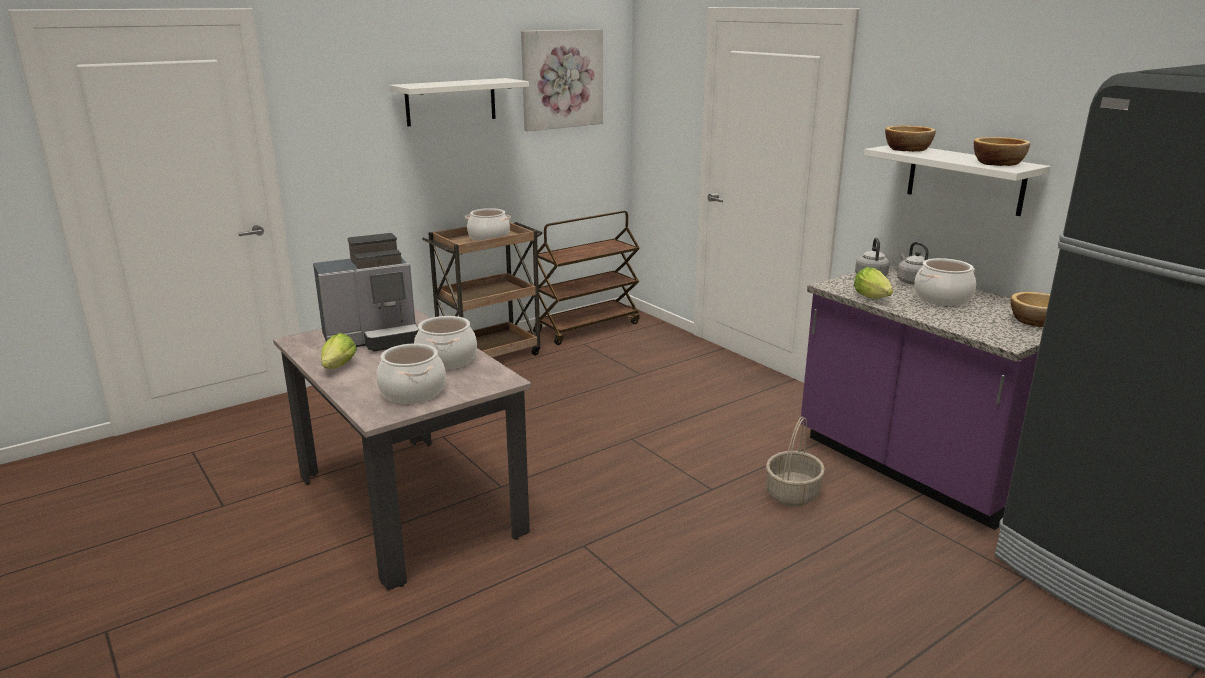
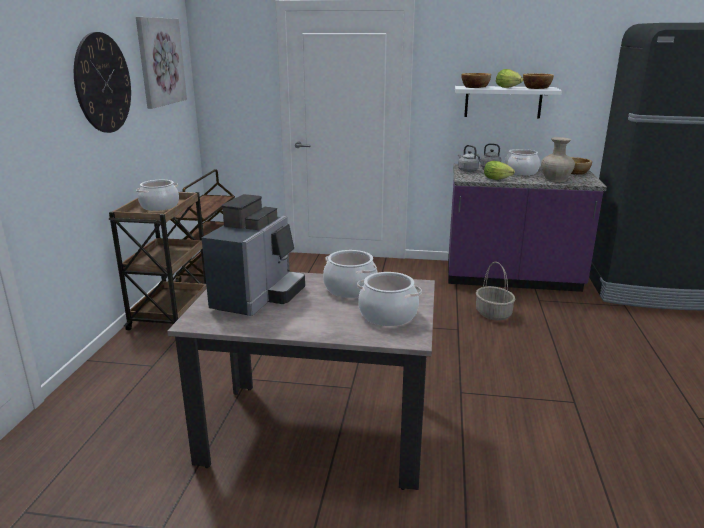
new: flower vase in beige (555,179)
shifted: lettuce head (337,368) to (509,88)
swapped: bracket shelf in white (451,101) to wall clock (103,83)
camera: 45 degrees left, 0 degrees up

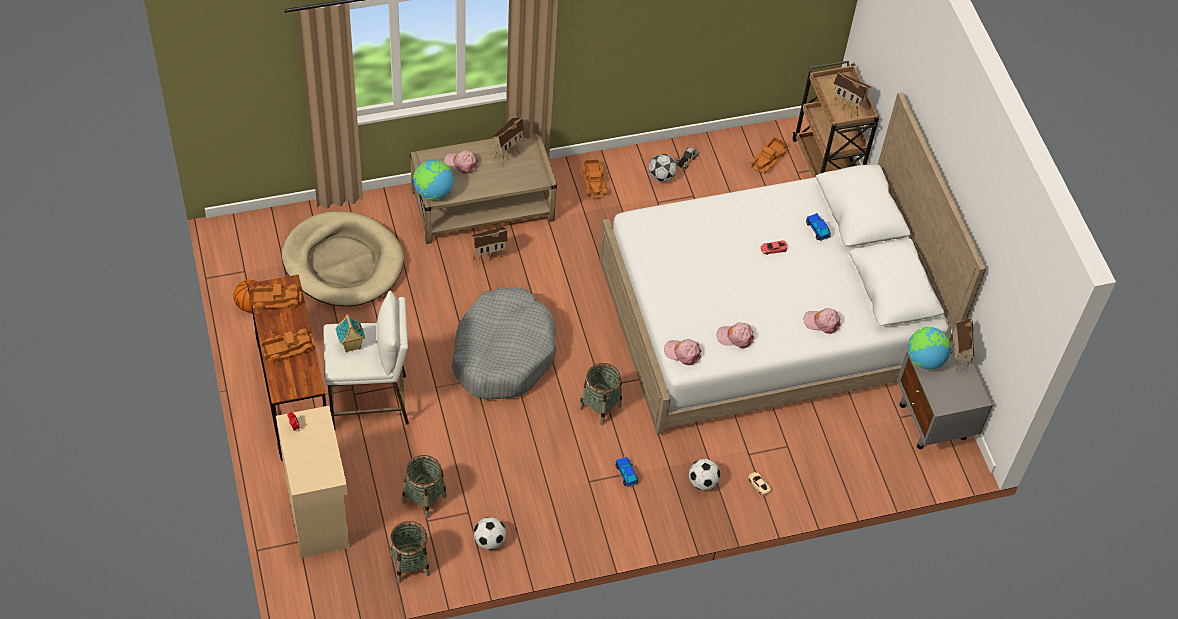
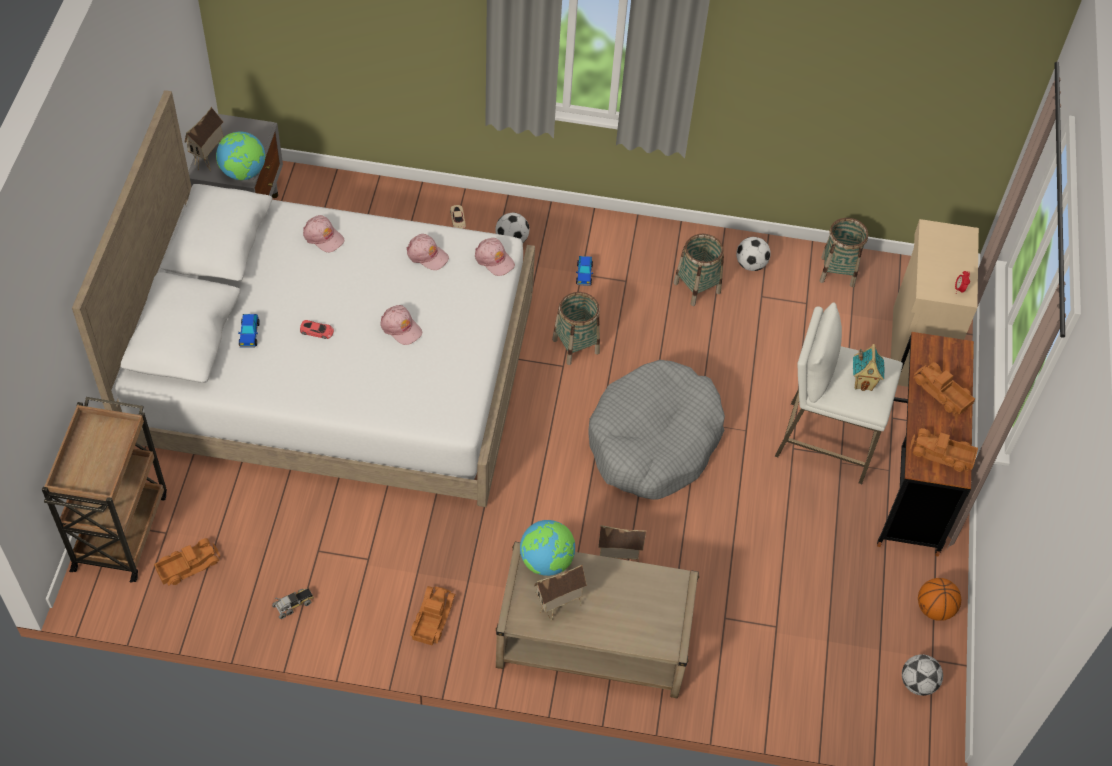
gone: dog cushion in beige (343,262); toy house (846,108)
shifted: basket (424,499) to (697,287); globe (433,192) to (546,561); baseball cap in pinkish (461,163) to (401,328); football (661,176) to (917,683)
rotated: toy truck (287,348) = (941,393) 45 degrees clockwise
camera: 155 degrees left, 0 degrees up

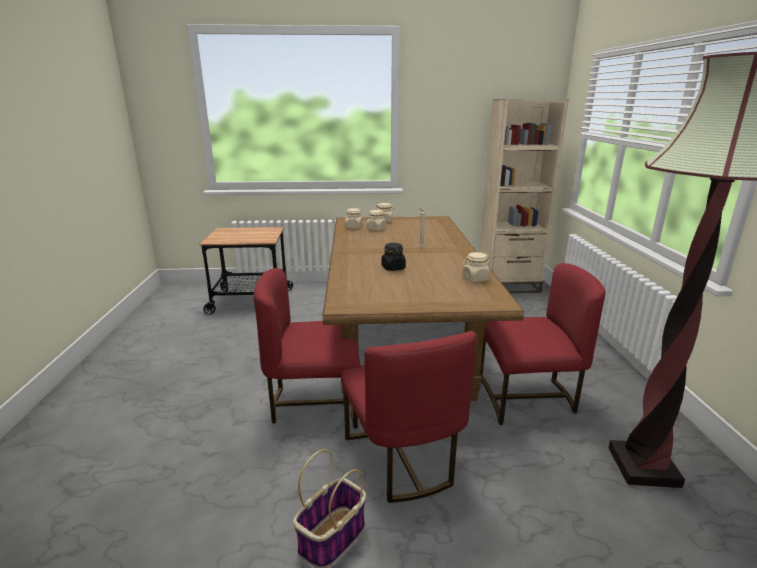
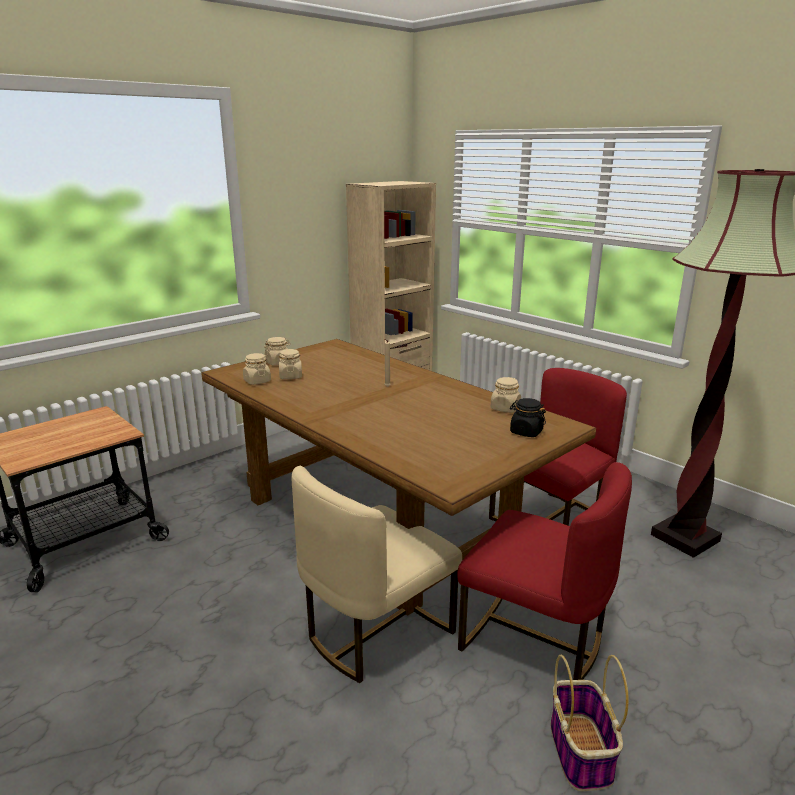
shifted: preserve jar in blackish (393,268) to (526,432)
repainted: upright chair in reddish (315,403) to upright chair in beige (375,631)
camera: 40 degrees left, 0 degrees up

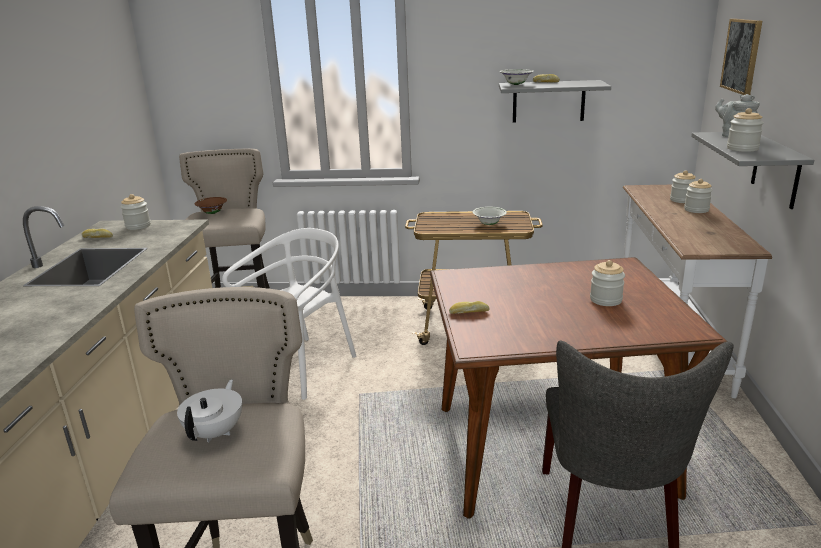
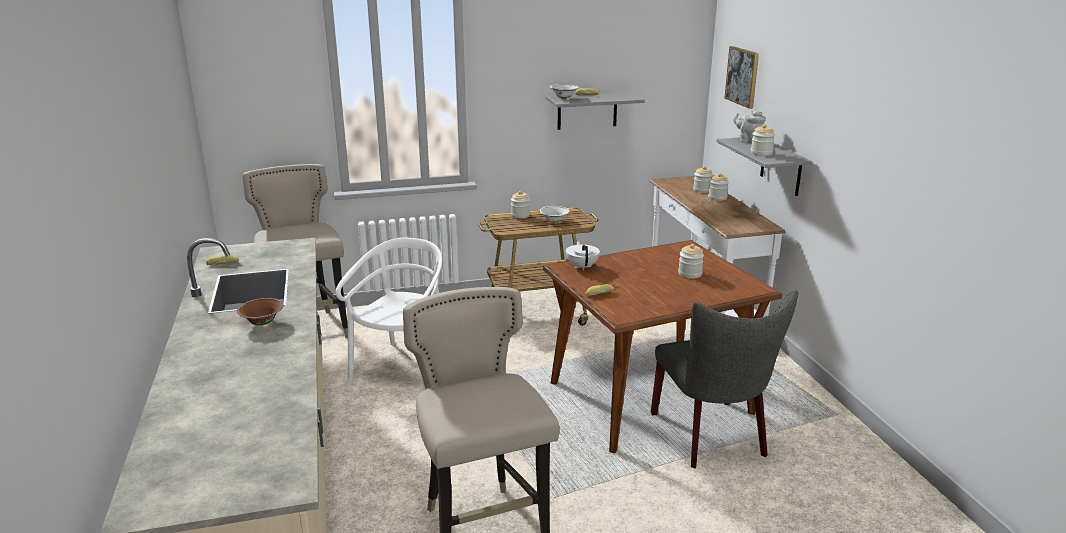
shifted: preserve jar (138,226) to (520,215); pot for tea in white (216,432) to (582,267); deep dish in brownish (212,213) to (262,323)
camera: 20 degrees left, 0 degrees up

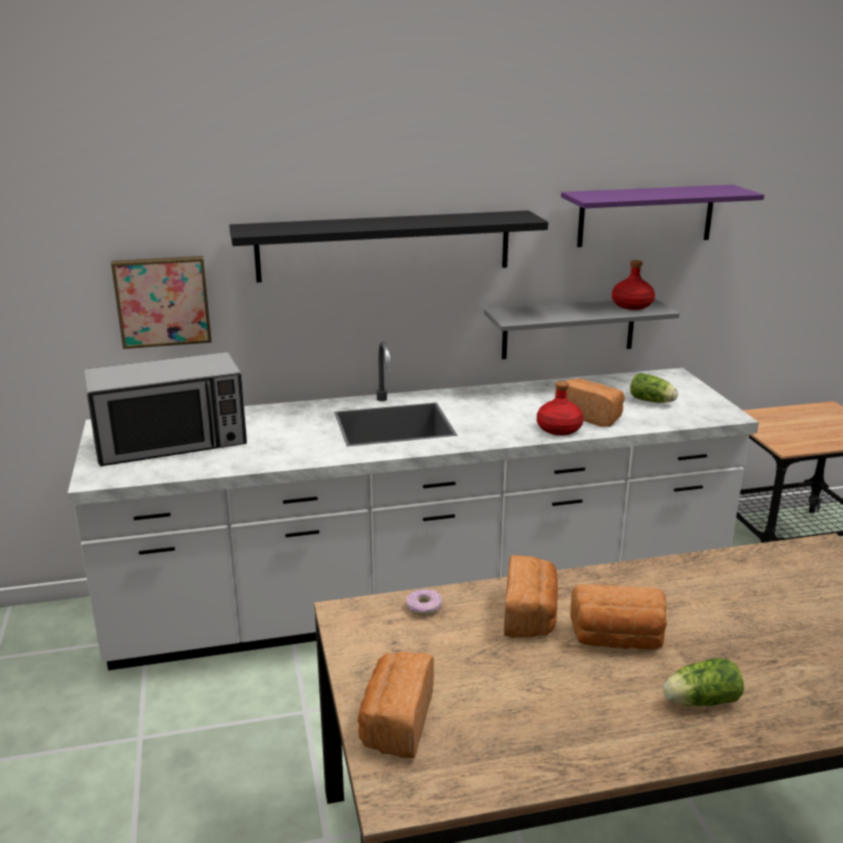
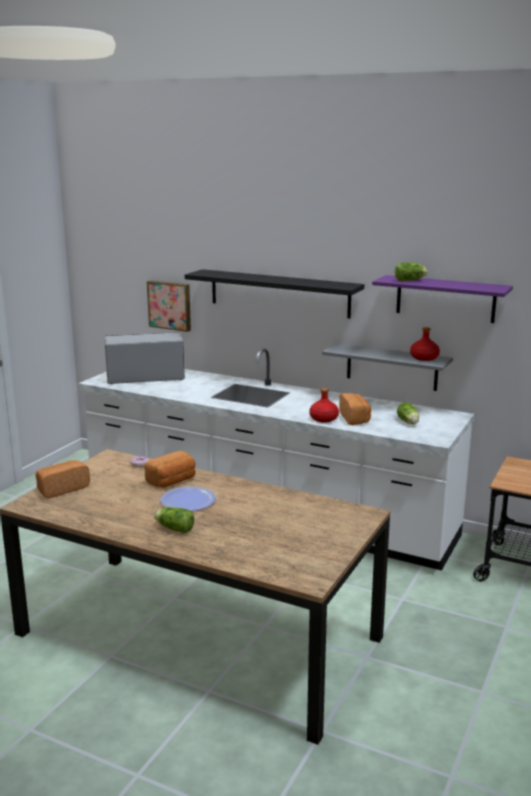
new: lettuce head (411,280)
swapped: bread (617,639) to flat dish (188,500)
rotated: microwave oven (171,443) = (145,377) 150 degrees clockwise
camera: 40 degrees right, 5 degrees down

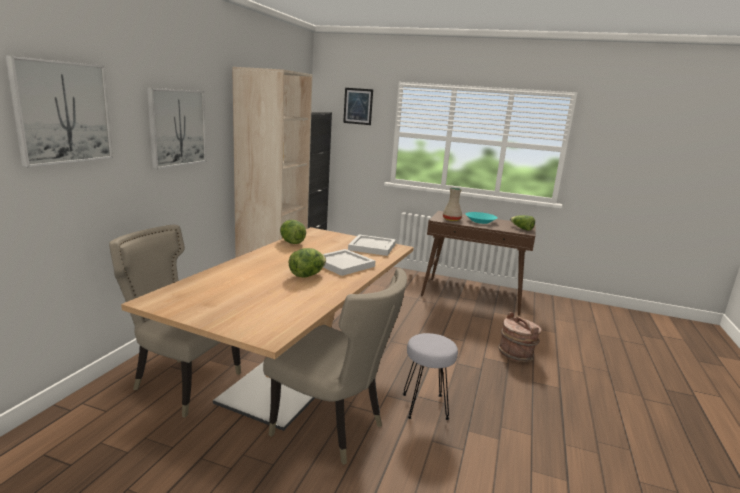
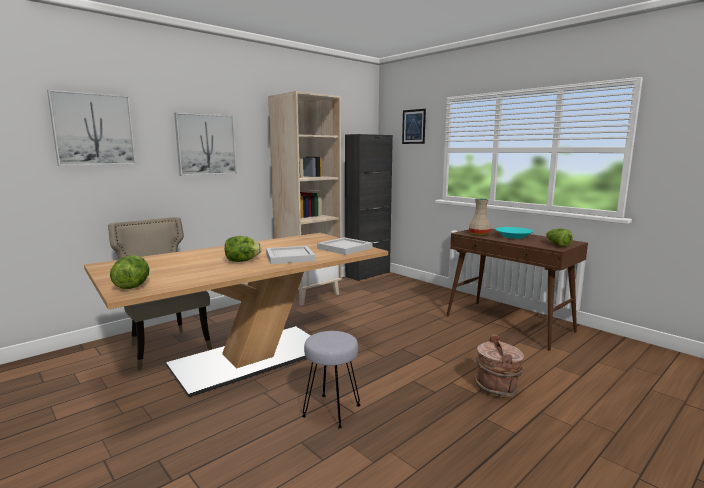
gone: upright chair in beige (333,429)
shifted: lettuce head (292,242) to (132,286)
camera: 30 degrees right, 5 degrees down

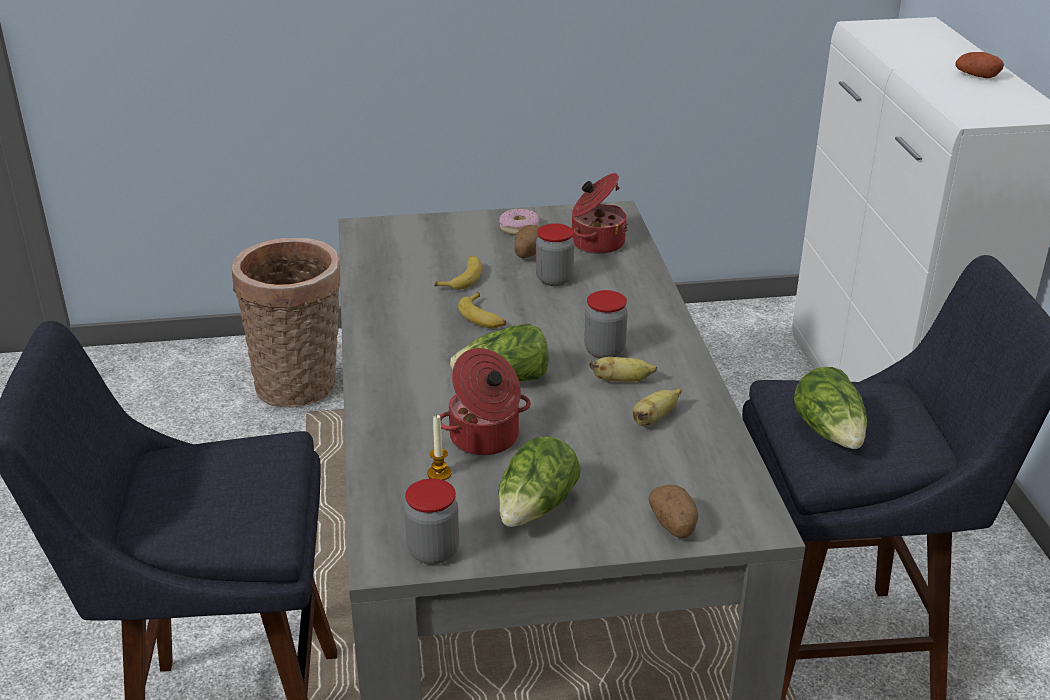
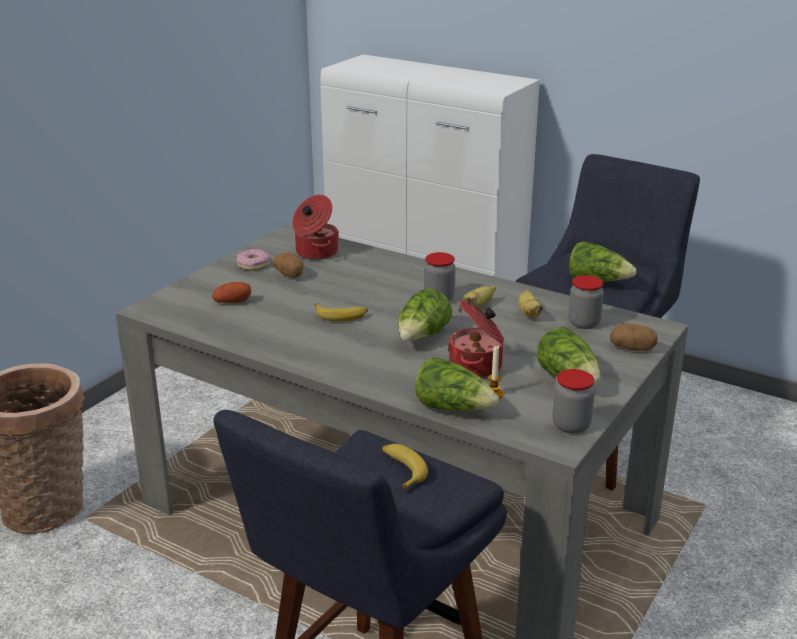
new: lettuce head (453,408)
shifted: whole banana (462,278) to (402,470); preserve jar (554,279) to (584,323); spud (976,76) to (232,302)
camera: 50 degrees left, 5 degrees down

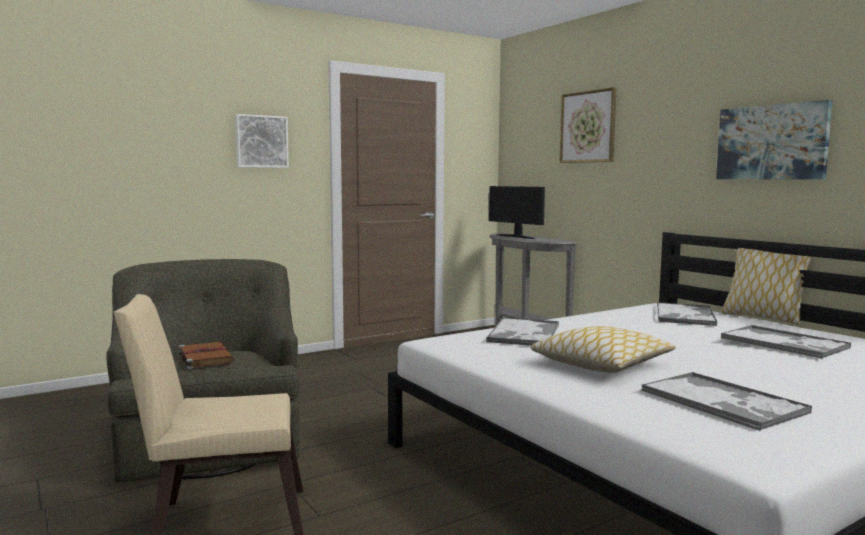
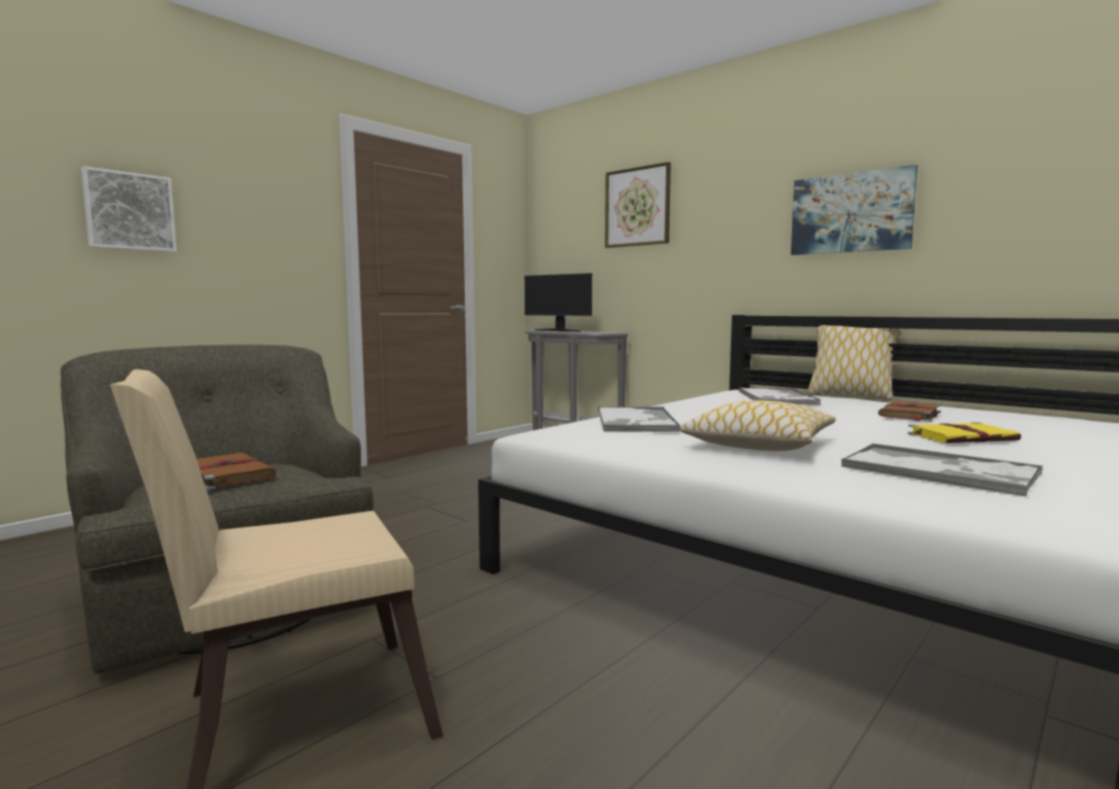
new: bound book in yellow (963,437)
shifted: wall art (261,141) to (129,212)
swapped: tray (784,343) to bound book in brownish (910,414)
camera: 15 degrees left, 0 degrees up

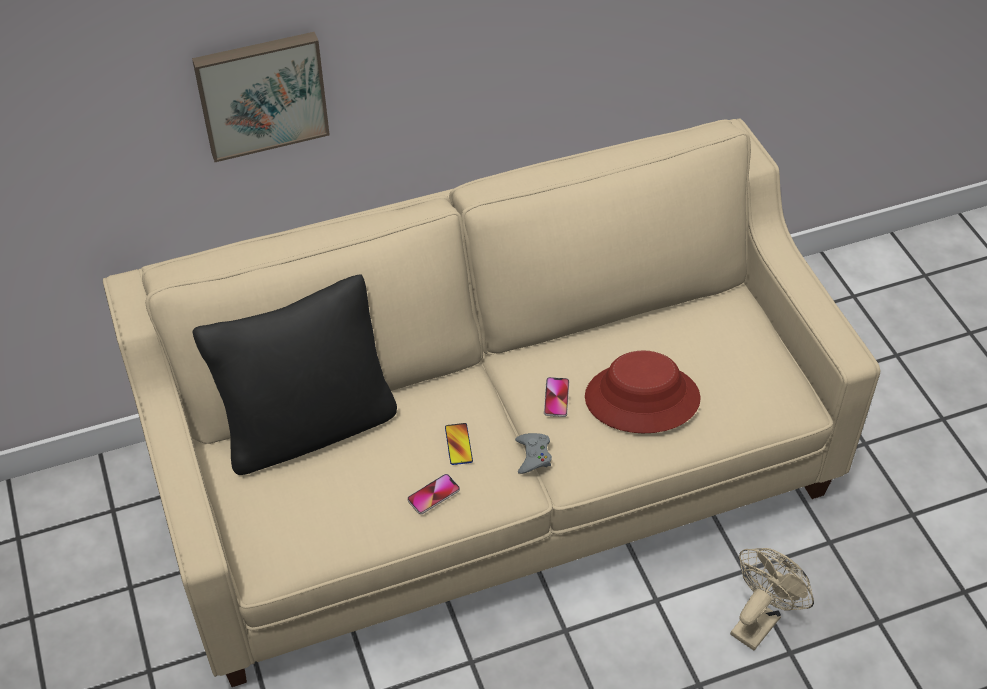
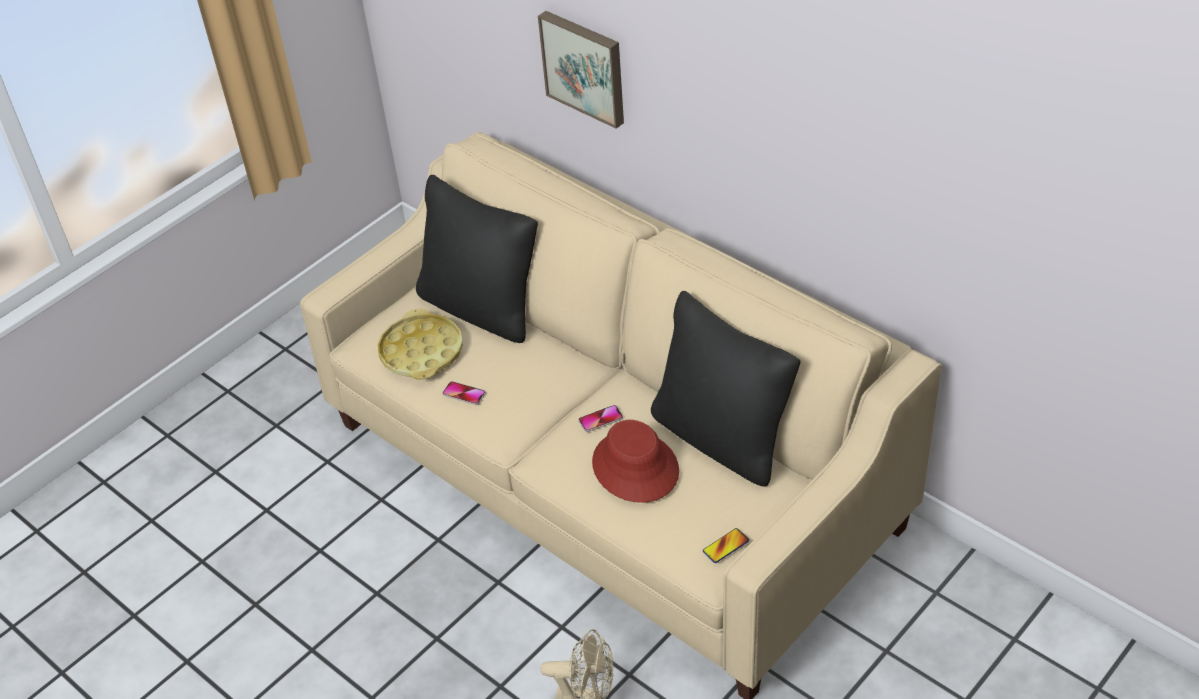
gone: gamepad in grey (533,456)
new: tray in yellow (421,352); pillow in blackish (722,438)
shifted: phone (458,444) to (725,546)
camera: 65 degrees right, 5 degrees down

